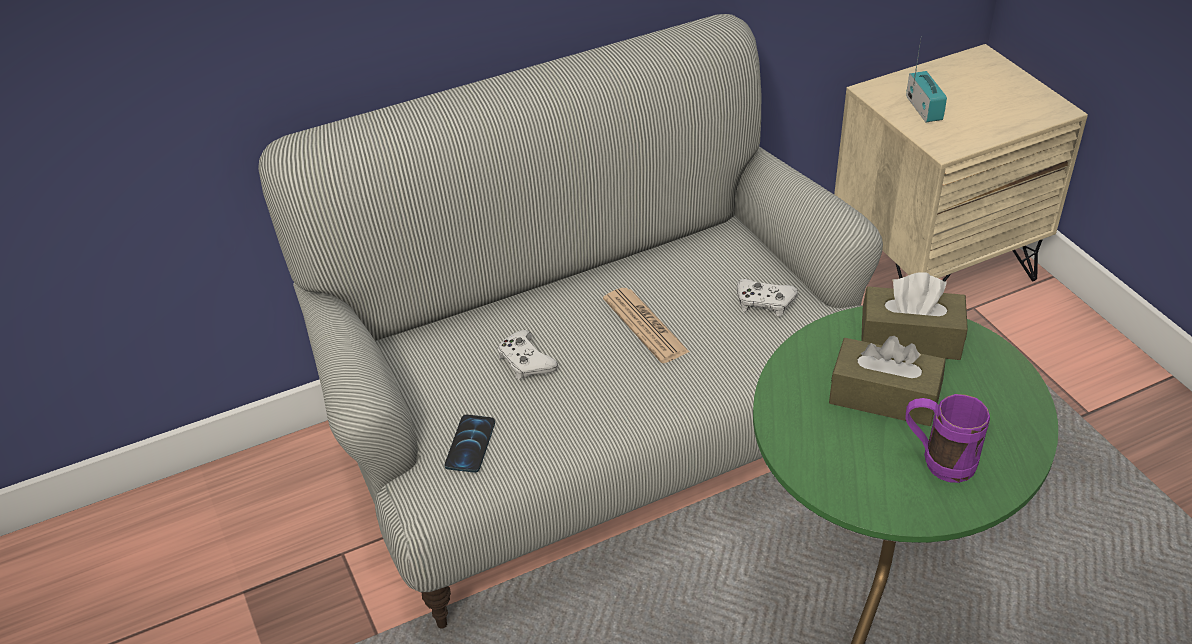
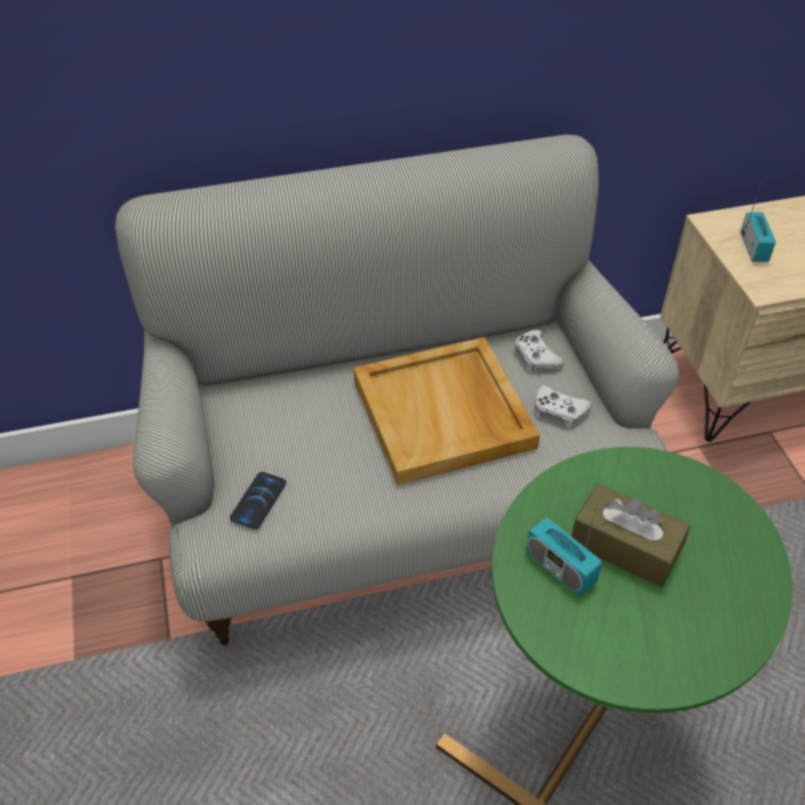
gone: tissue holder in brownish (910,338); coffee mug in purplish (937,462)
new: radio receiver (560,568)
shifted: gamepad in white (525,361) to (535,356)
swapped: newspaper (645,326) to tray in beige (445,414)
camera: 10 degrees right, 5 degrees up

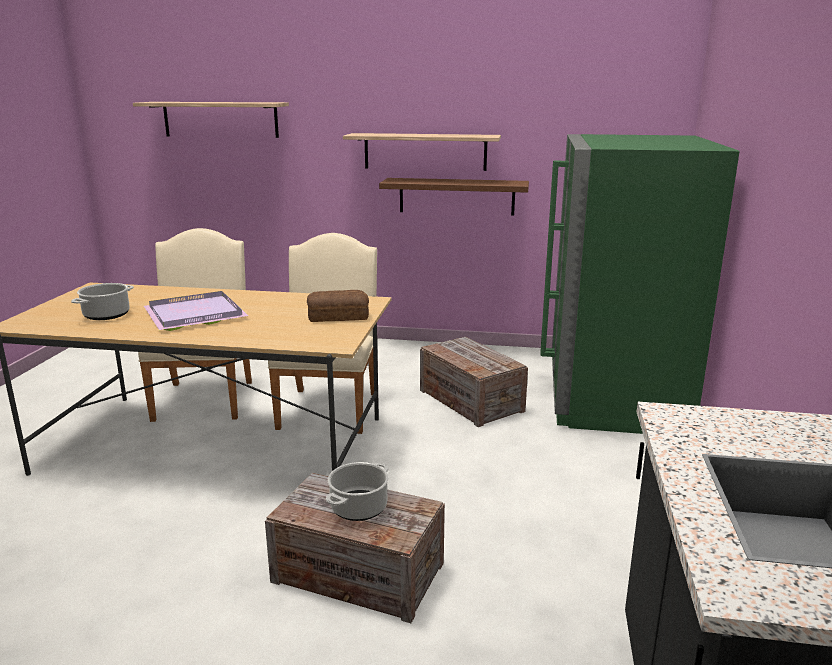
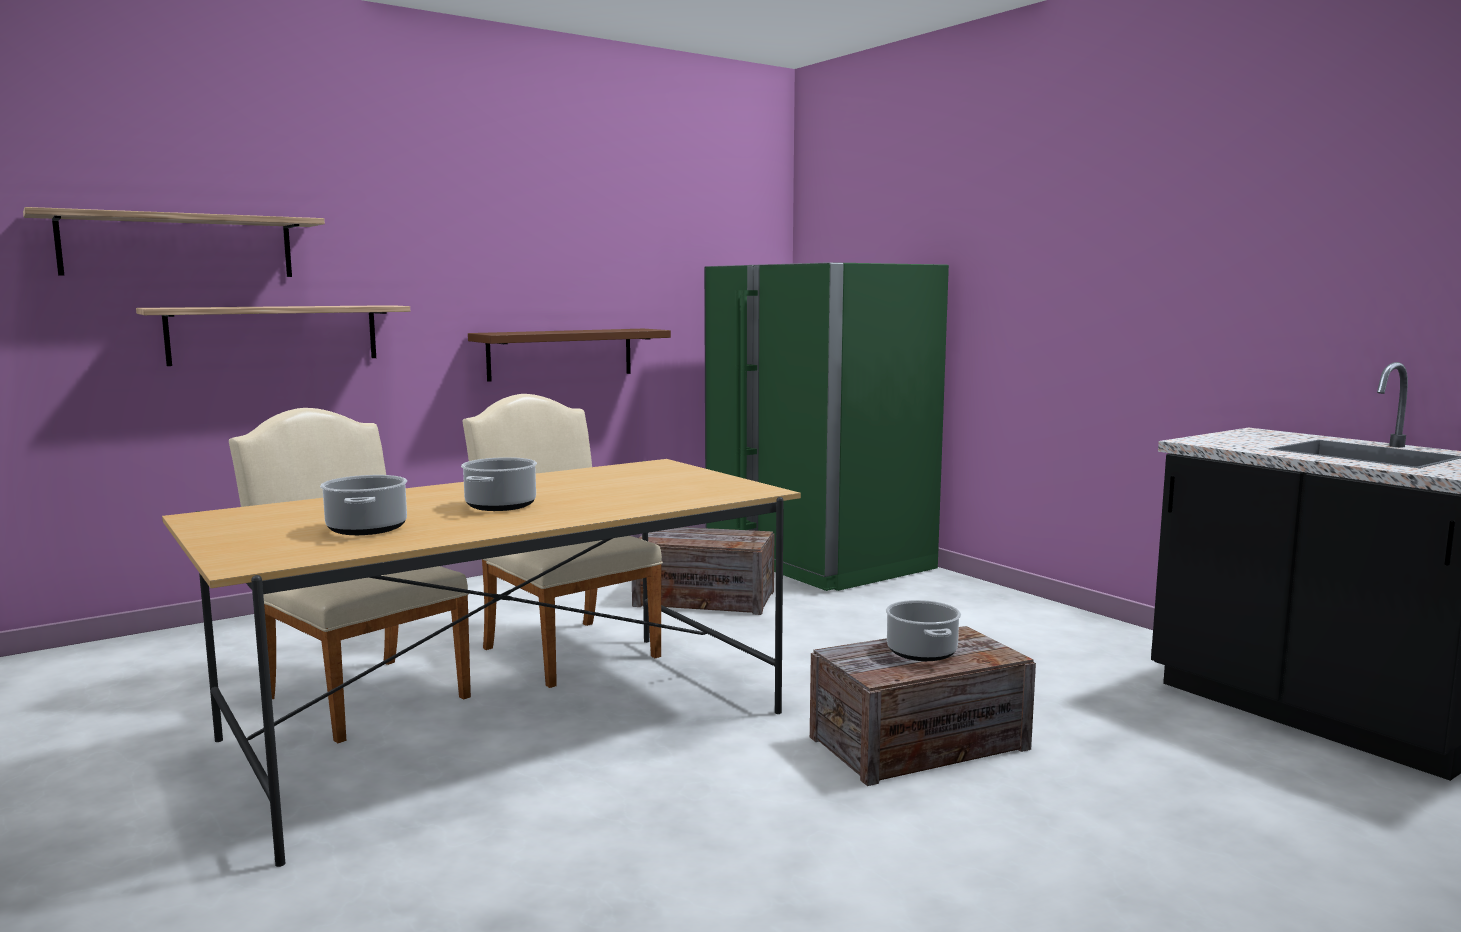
gone: bread (337,316)
shifted: bracket shelf (425,151) to (274,334)
swapped: tray in purplish (194,315) to cooking pot (501,506)
camera: 45 degrees left, 10 degrees down

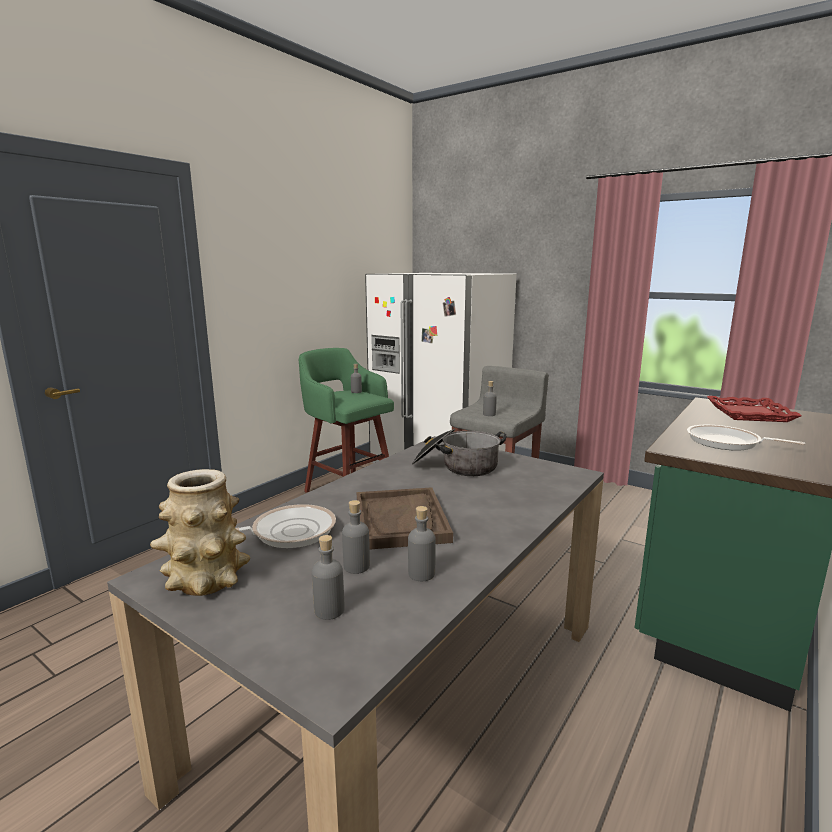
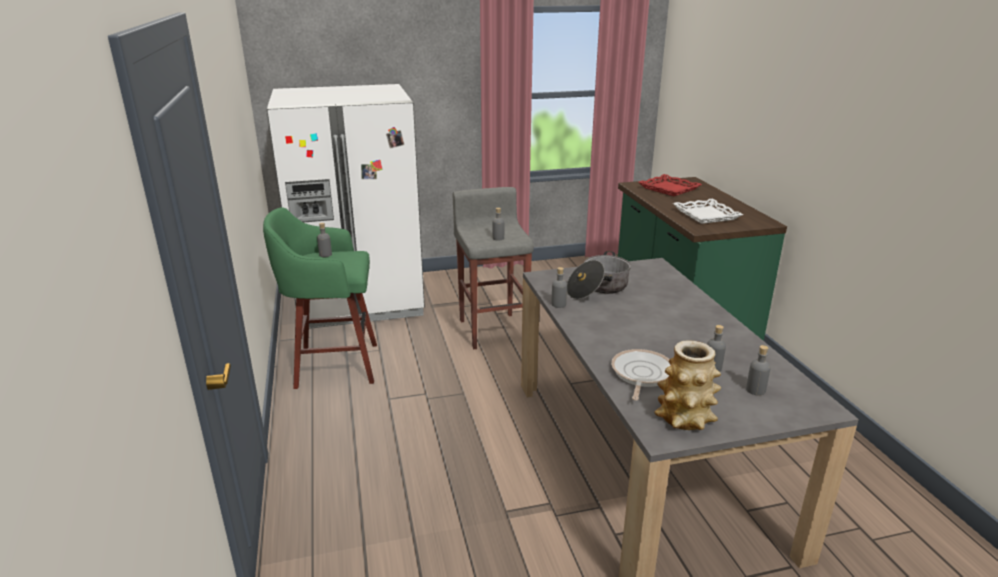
gone: tray in brownish (401,520)
shifted: bottle in grey (421,574) to (558,304)
swapped: pan (727,443) to tray in white (706,215)
camera: 50 degrees left, 10 degrees up

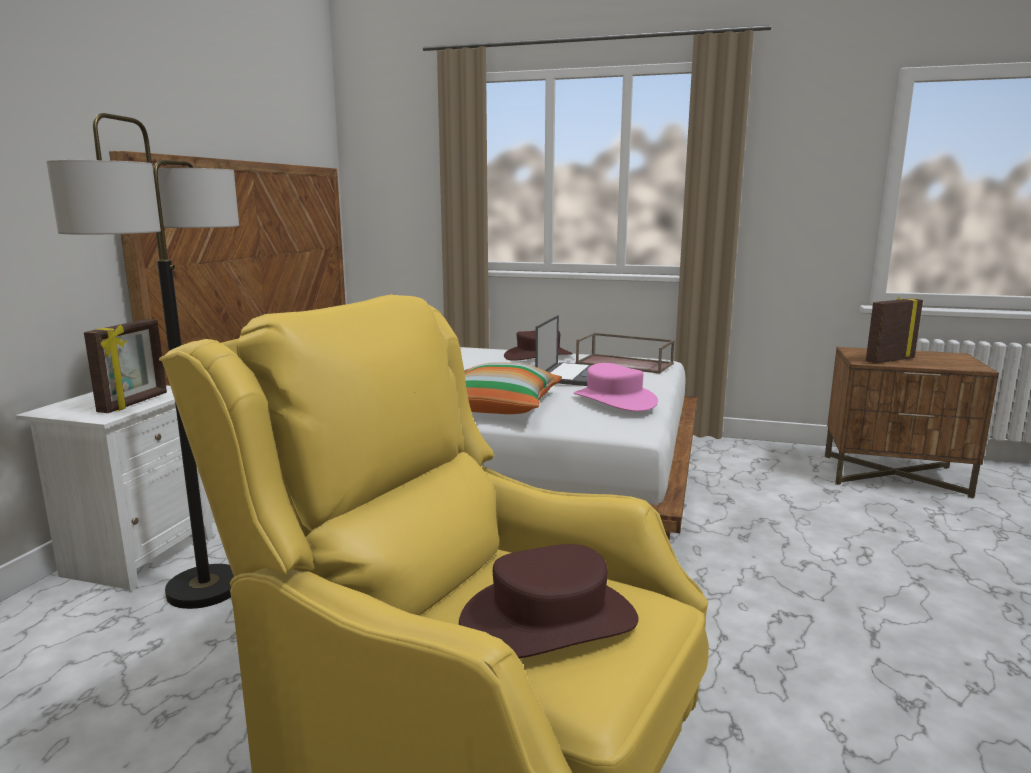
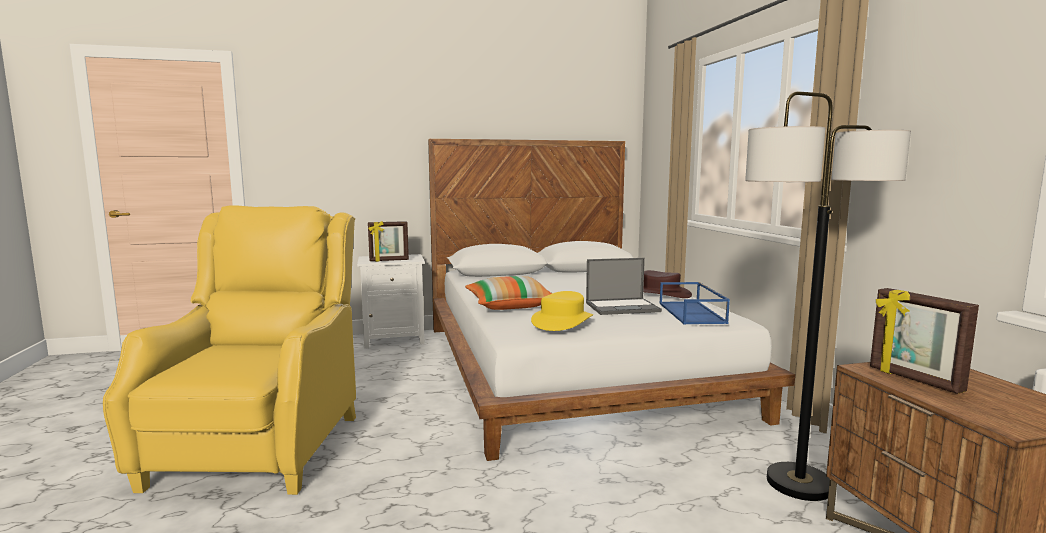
gone: wearable hat in brownish (549,621)
shifted: floor lamp (205,588) to (799,483)
repainted: wearable hat in pinkish (614,400) to wearable hat in yellow (562,321); tray in brownish (625,364) to tray in blue-coloured (692,313)
rotated: photo frame (889,360) = (914,380) 150 degrees counterclockwise
camera: 60 degrees right, 5 degrees down

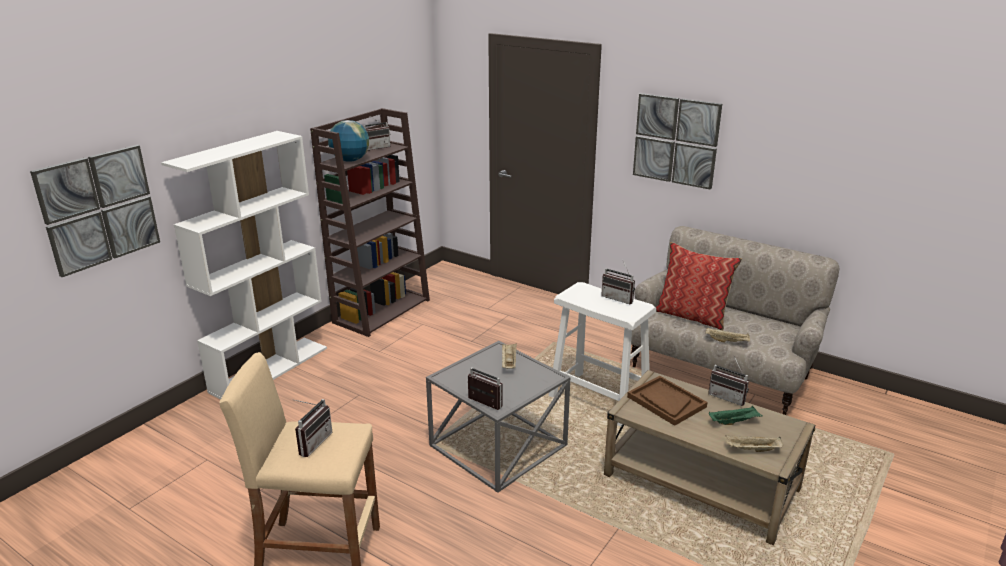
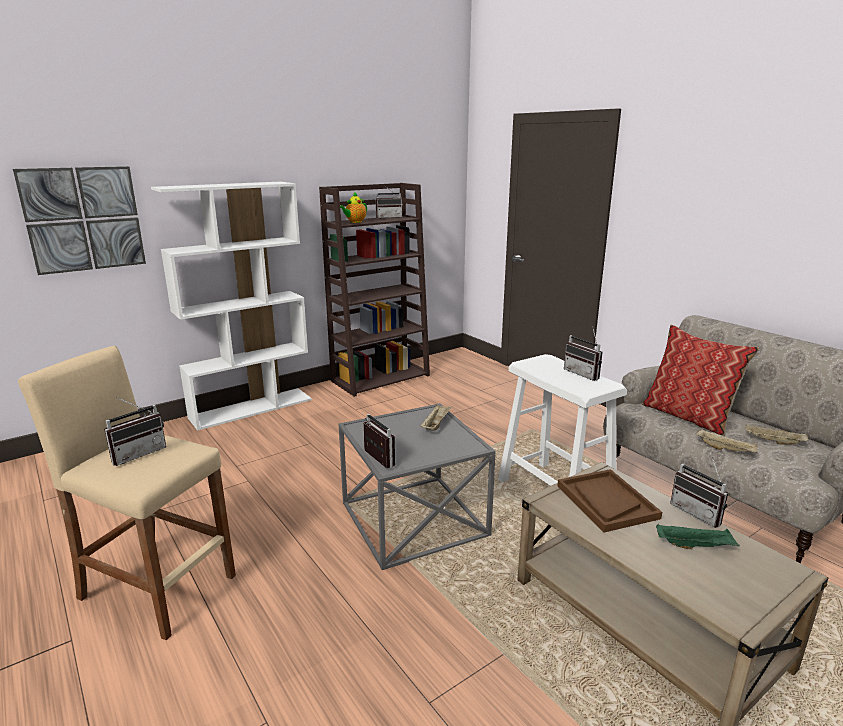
gone: wall art (676,140)
shifted: tray in beige (752,450) to (773,442)
swapped: globe (350,160) to pot for tea (354,222)
camera: 20 degrees right, 5 degrees down

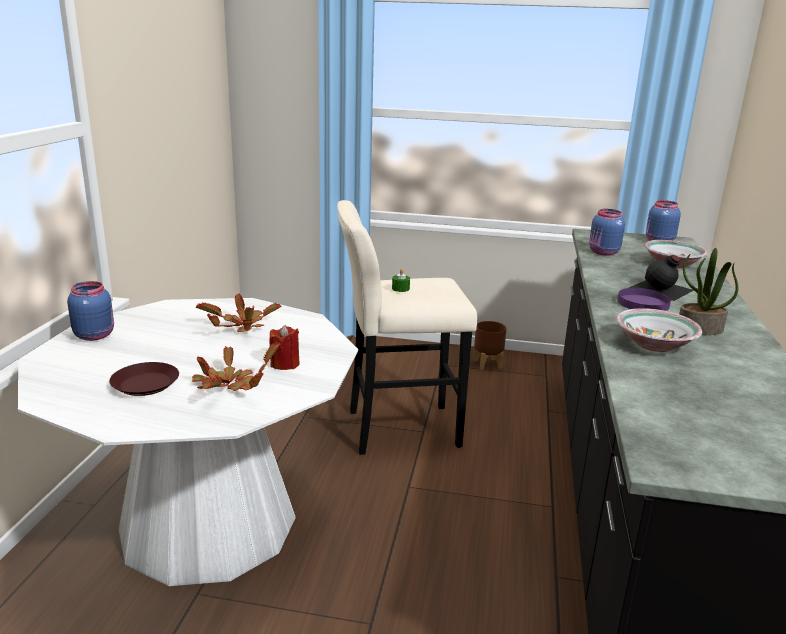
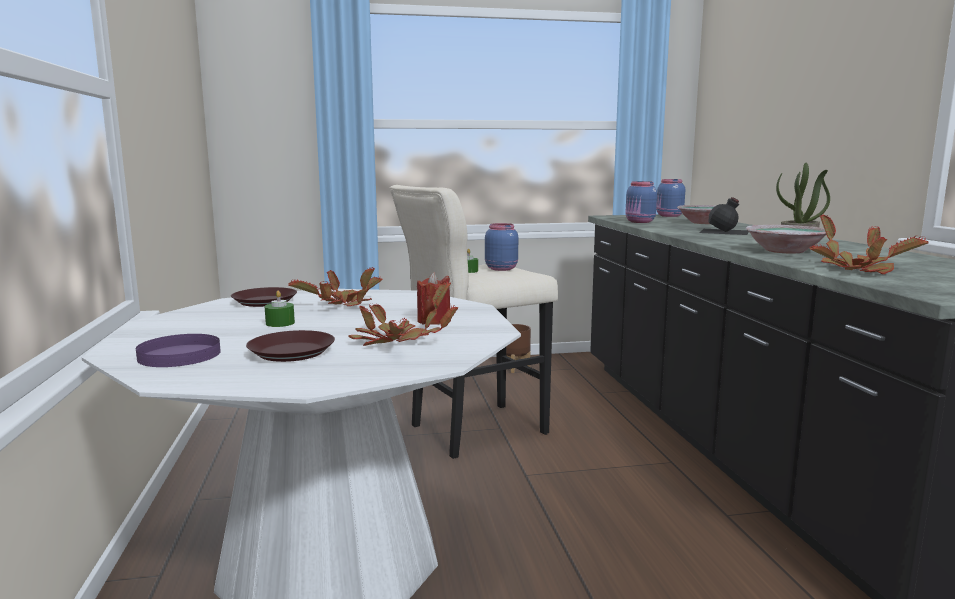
new: flat dish in brownish (264,301); candle in green-coloured (280,323); plant in a pot (858,269)
shifted: preserve jar in blue-coloured (95,335) to (501,268); flat dish in purplish (643,303) to (179,355)
camera: 20 degrees left, 10 degrees down

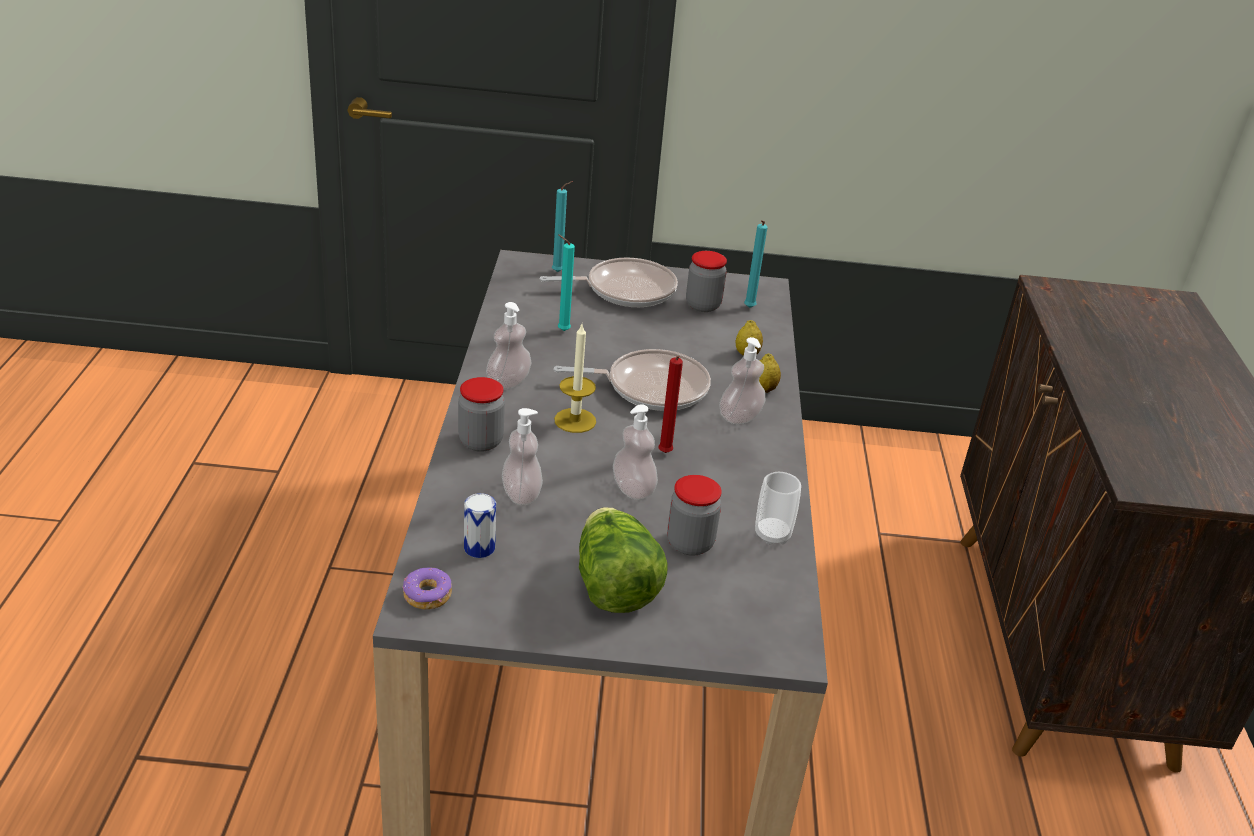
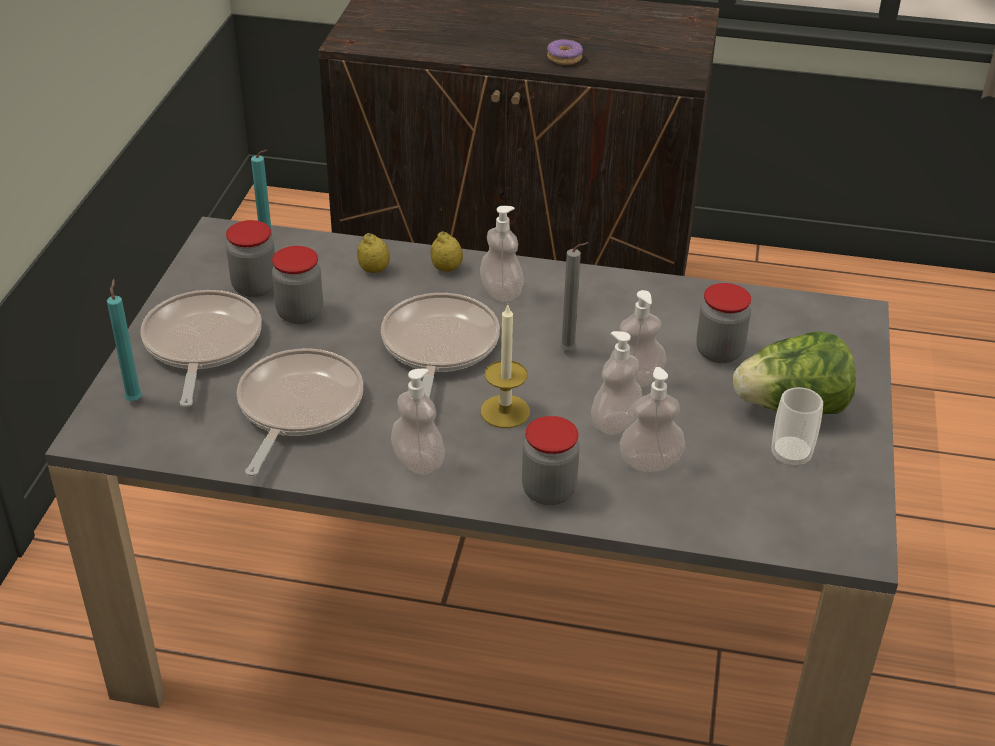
gone: sealed can (479,548)
new: preserve jar (300,313); soap dispenser (615,423)
shifted: ring doughnut (427,595) to (564,58); small cup (772,535) to (790,455)
swapped: candle in turquoise-coloured (561,330) to pan (297,408)
repainted: candle in reddish (664,454) to candle in grey (570,351)
camera: 80 degrees left, 5 degrees up

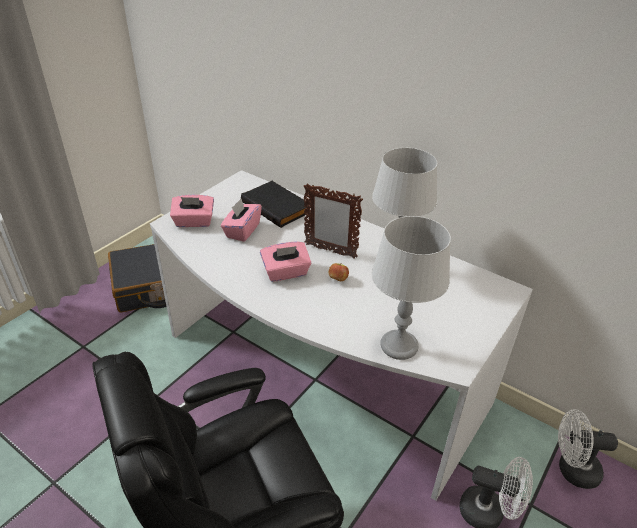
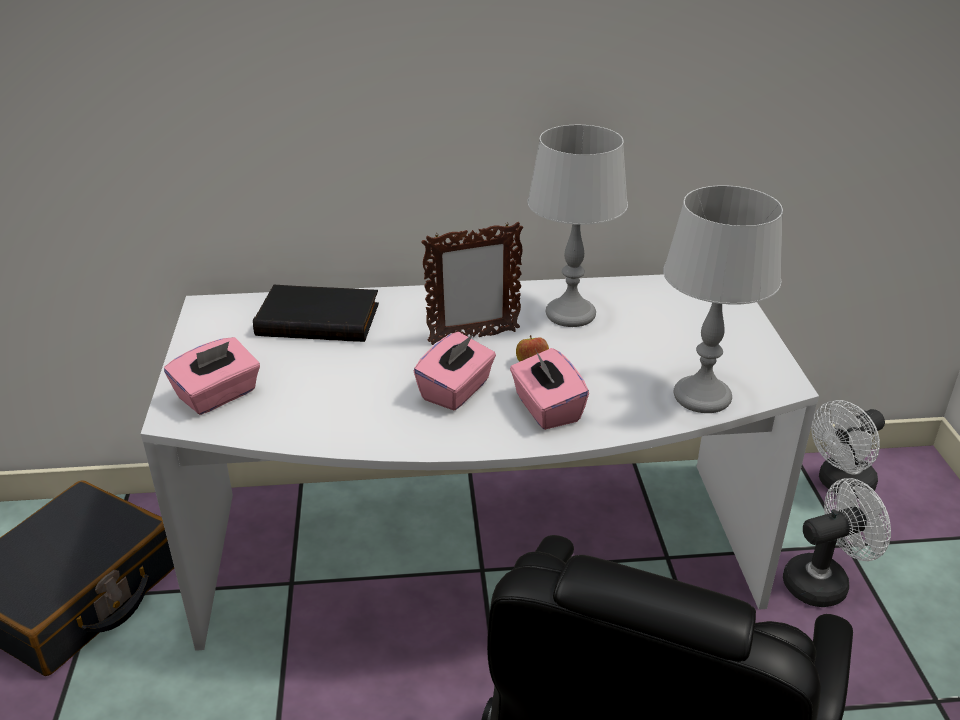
shifted: tissue holder in pinkish (242,231) to (546,409)
camera: 40 degrees left, 5 degrees down

